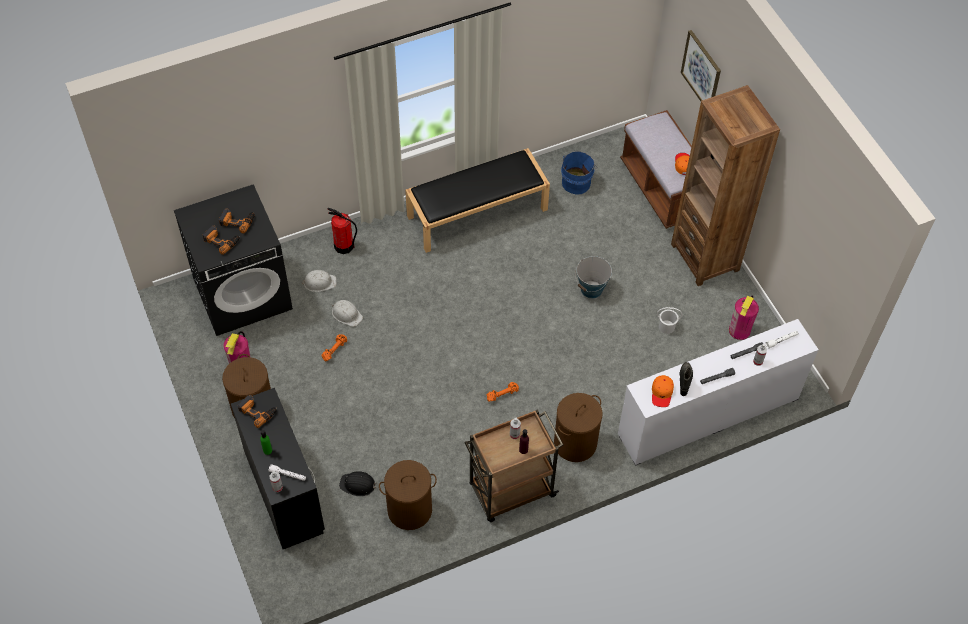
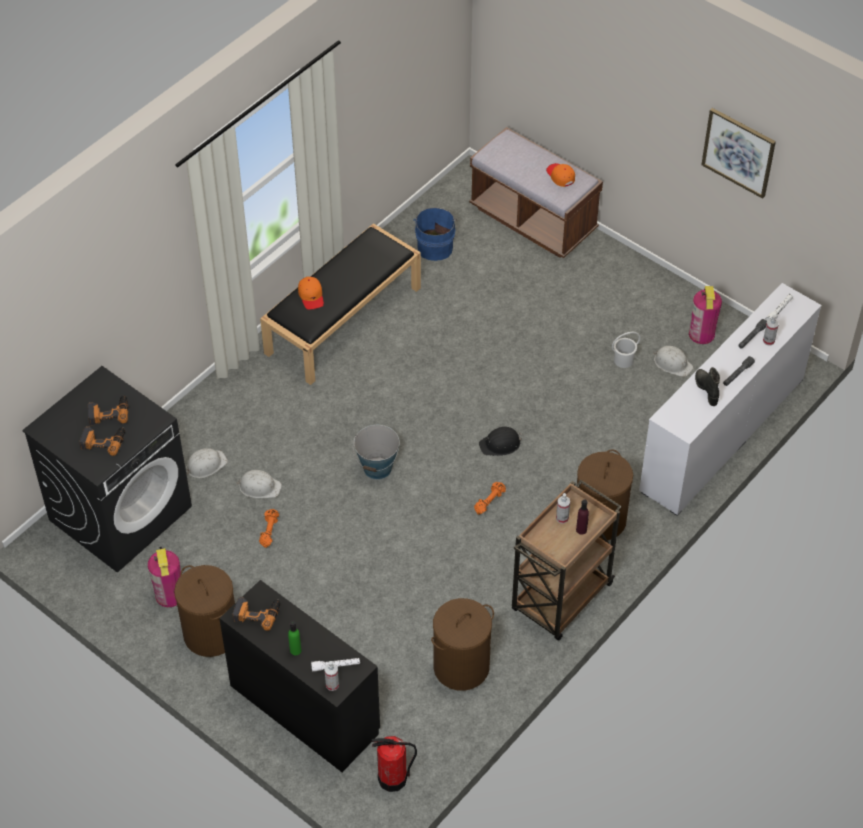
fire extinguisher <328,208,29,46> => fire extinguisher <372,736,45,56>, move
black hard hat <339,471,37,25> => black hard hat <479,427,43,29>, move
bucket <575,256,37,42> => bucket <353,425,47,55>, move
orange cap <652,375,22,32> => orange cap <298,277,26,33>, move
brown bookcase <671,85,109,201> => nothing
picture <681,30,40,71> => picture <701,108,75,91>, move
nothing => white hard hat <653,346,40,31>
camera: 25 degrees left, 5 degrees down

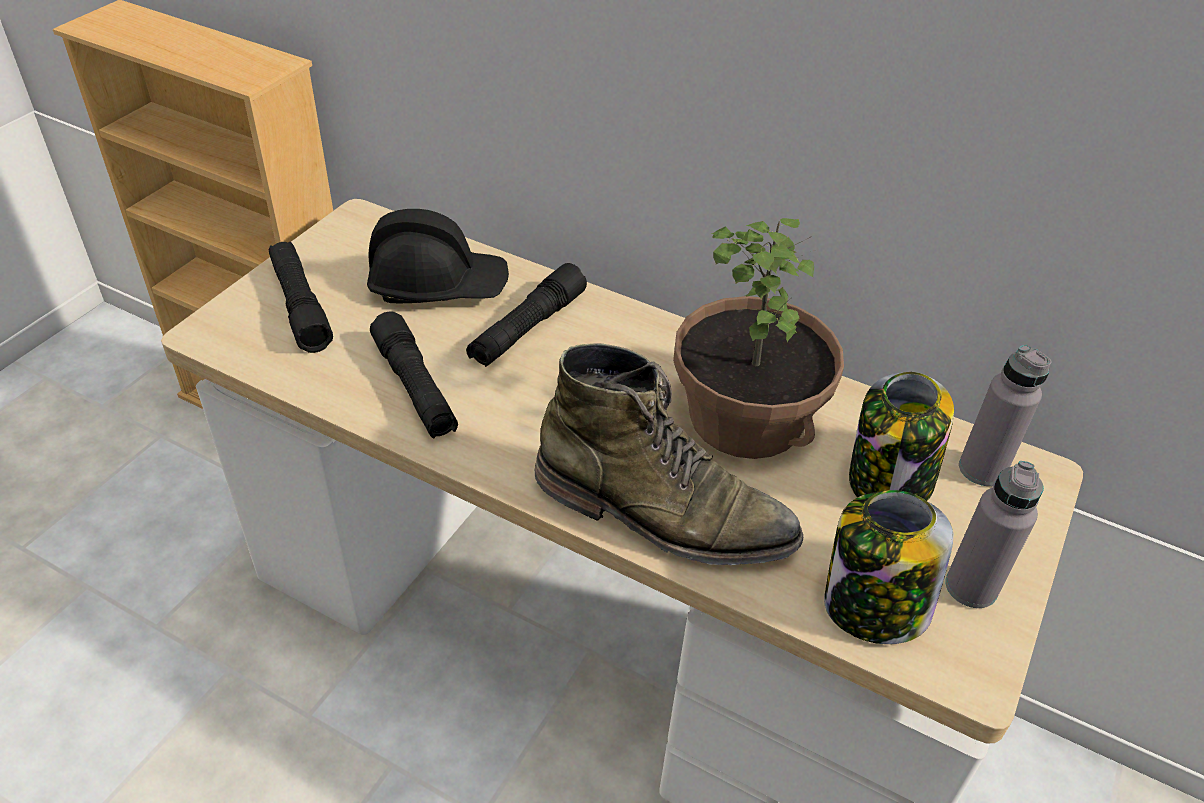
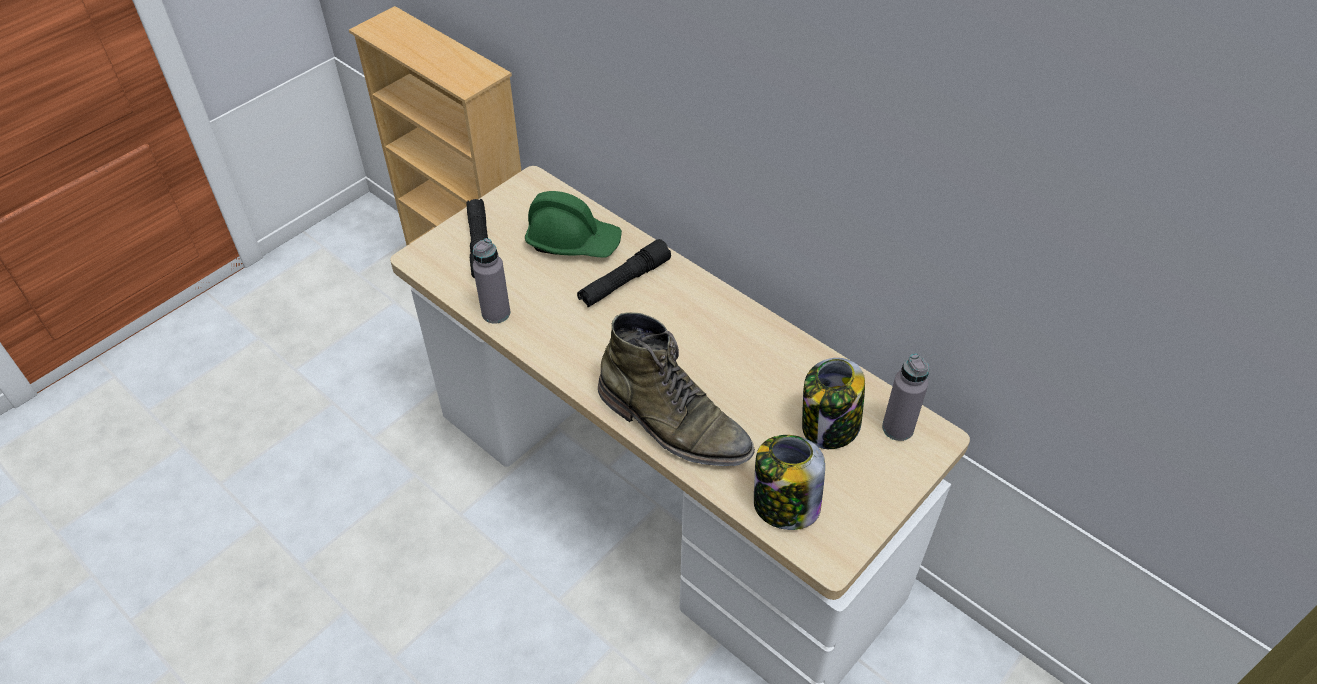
black hard hat <367,209,142,94> => green hard hat <525,191,97,67>
black flashlight <370,311,88,127> => nothing
potted plant <673,218,171,241> => nothing
grey bottle <945,461,99,147> => grey bottle <473,238,37,86>, move
camera: 15 degrees right, 5 degrees up

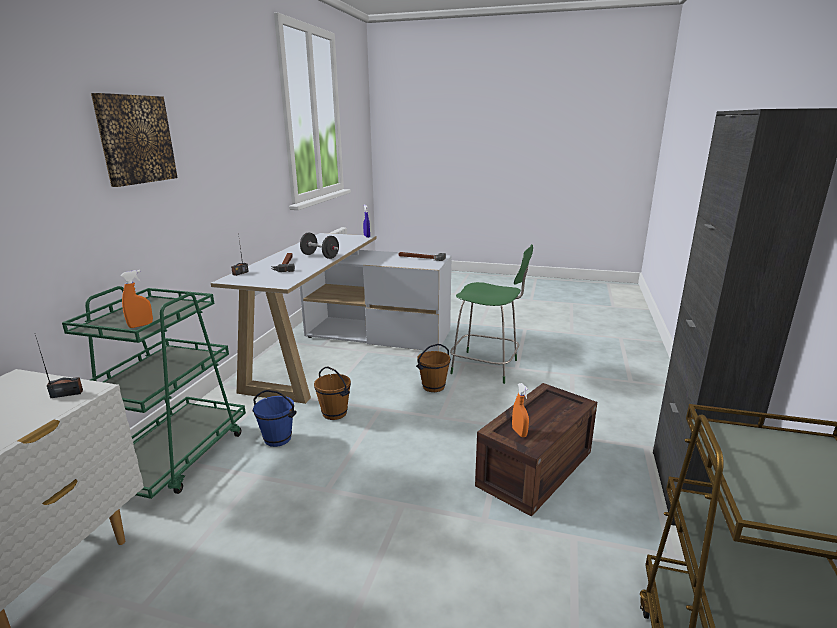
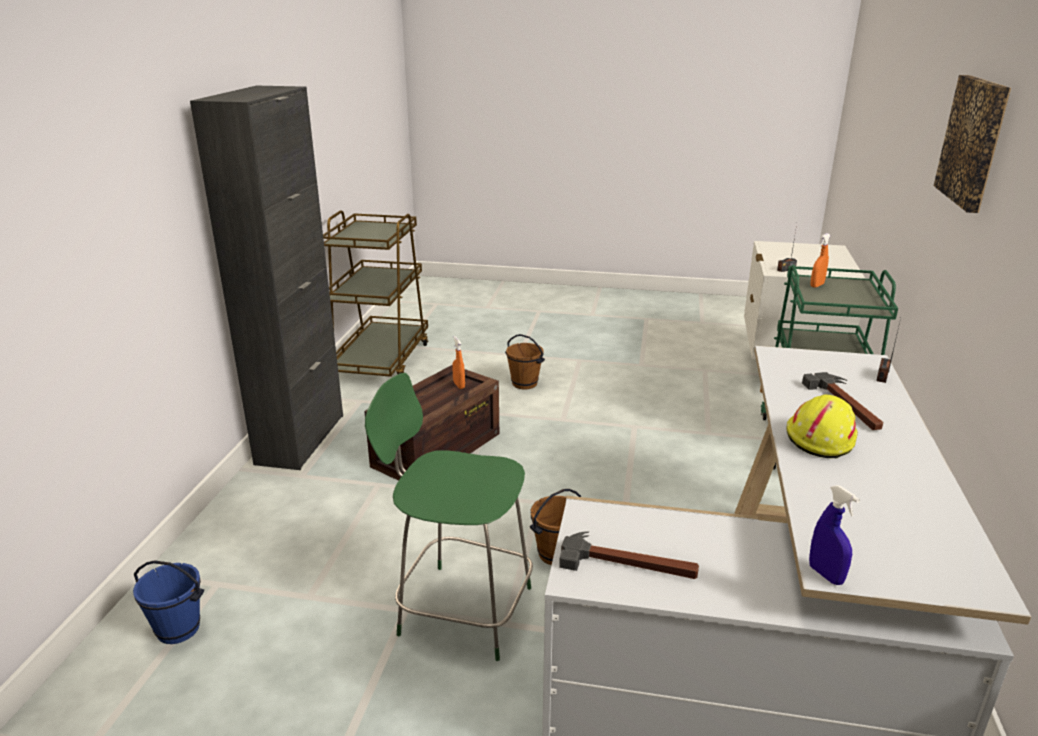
blue bucket <252,390,45,57> => blue bucket <133,560,71,84>, move
black dumbbell <300,233,39,26> => yellow hard hat <787,395,71,63>
brown bucket <314,367,37,53> => brown bucket <505,334,40,55>, move
camera: 175 degrees right, 5 degrees up

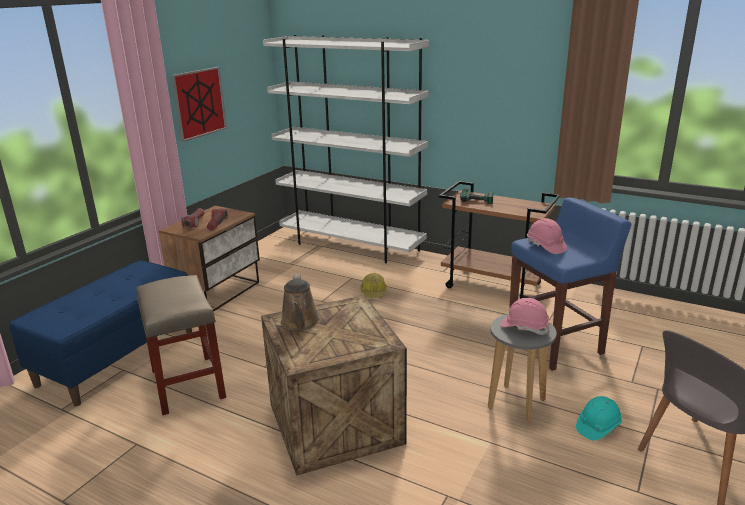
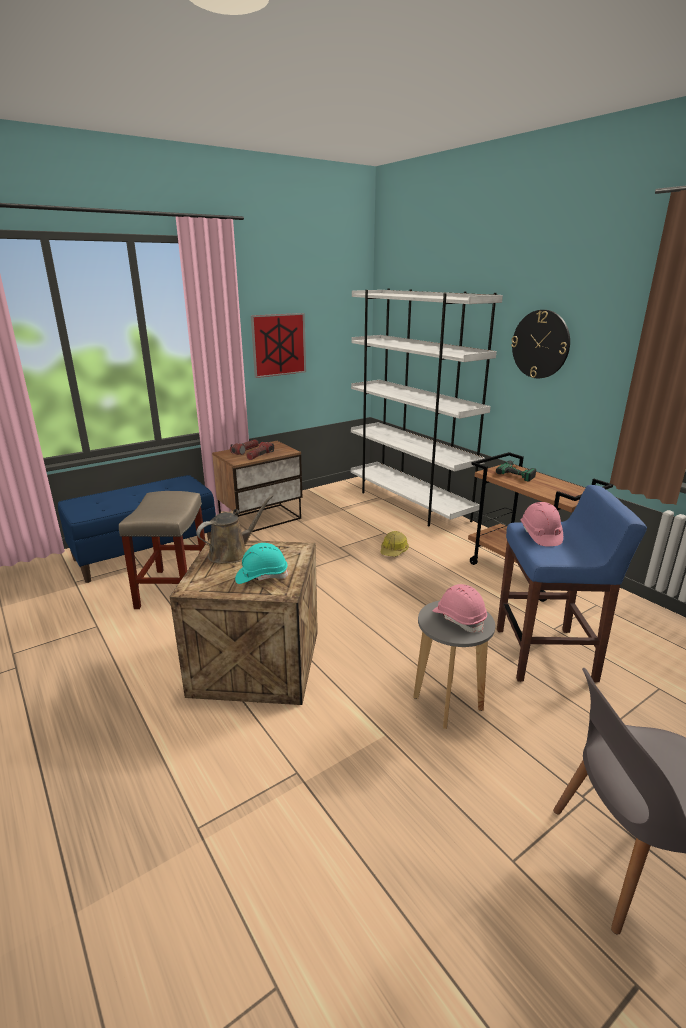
brown watering can <281,274,38,57> => brown watering can <196,495,77,69>, 150 degrees counterclockwise
turquoise hard hat <576,396,46,44> => turquoise hard hat <235,543,53,41>, move
nothing => wall clock <511,310,59,68>
camera: 25 degrees right, 0 degrees up

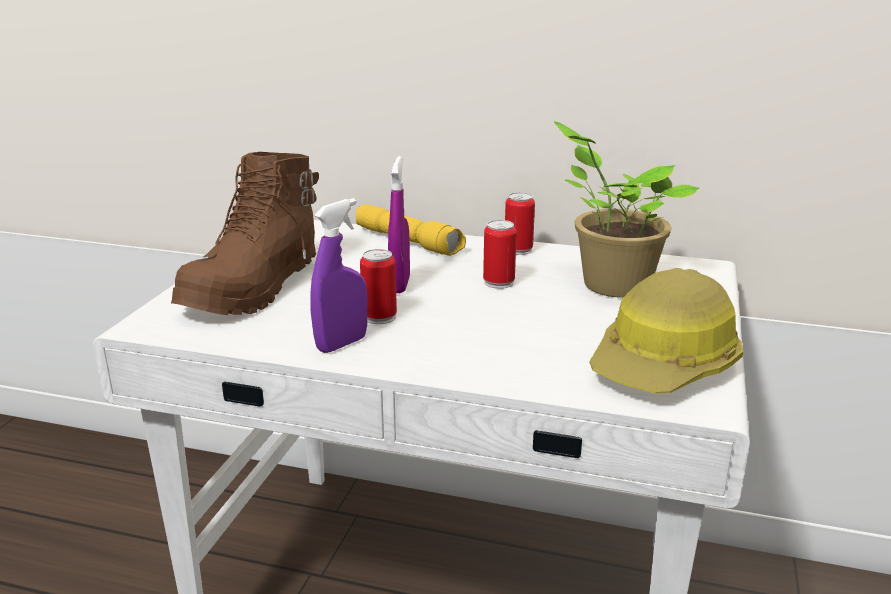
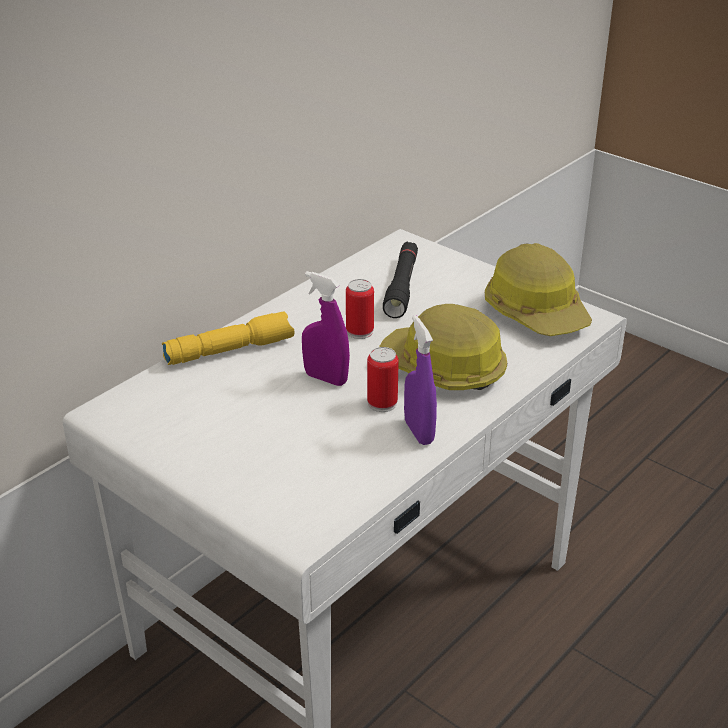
brown boot <171,152,148,163> => nothing
can <505,192,30,63> => nothing
potted plant <554,121,145,177> => black flashlight <383,242,35,76>
nothing => hard hat <379,304,128,86>
camera: 65 degrees left, 10 degrees up

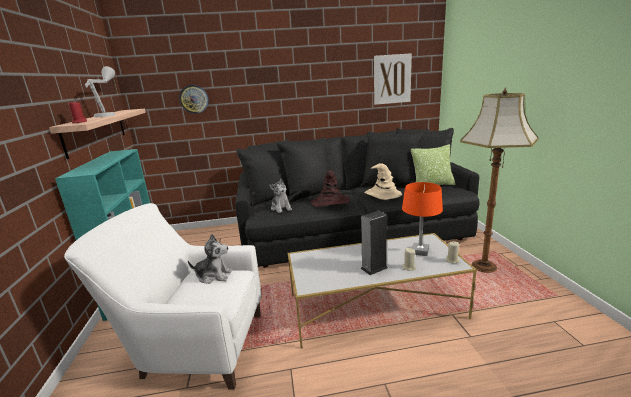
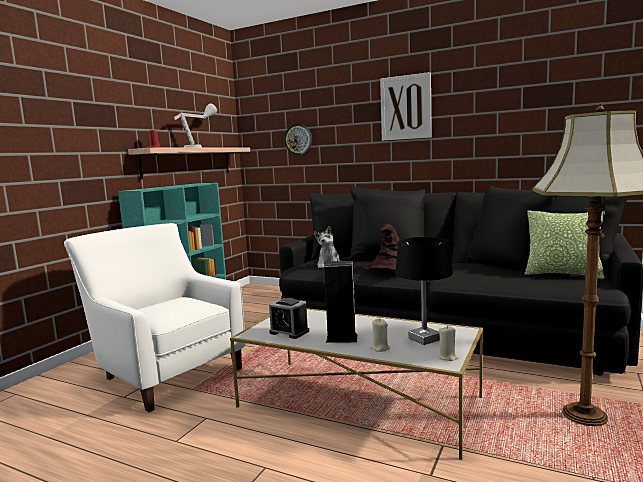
plush toy <188,234,44,50> => nothing
beige hat <364,163,38,37> => nothing
picture <374,53,38,52> => picture <380,72,52,69>, move
orange table lamp <402,182,41,74> => black table lamp <395,237,58,108>
nothing => alarm clock <269,298,40,41>
camera: 35 degrees right, 10 degrees down

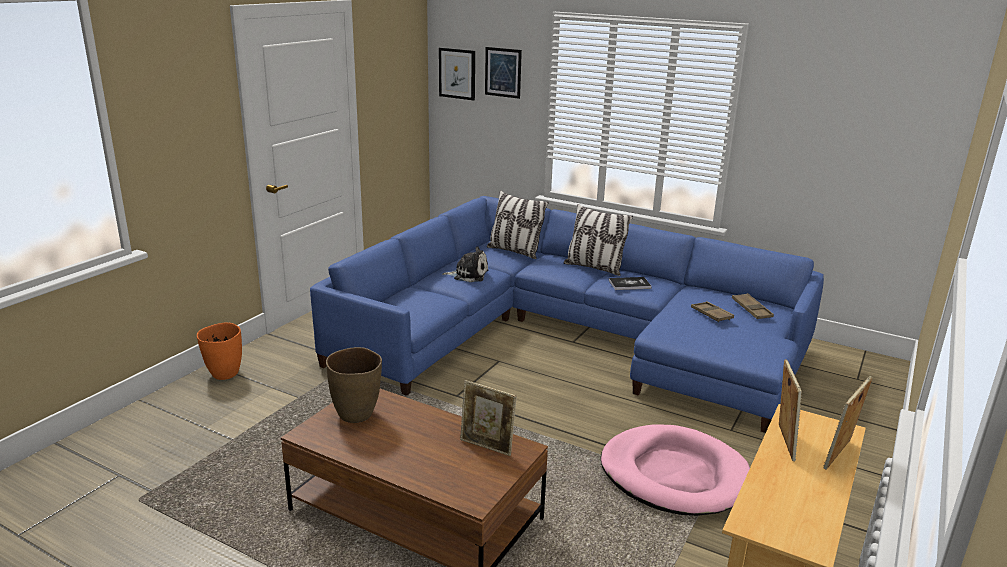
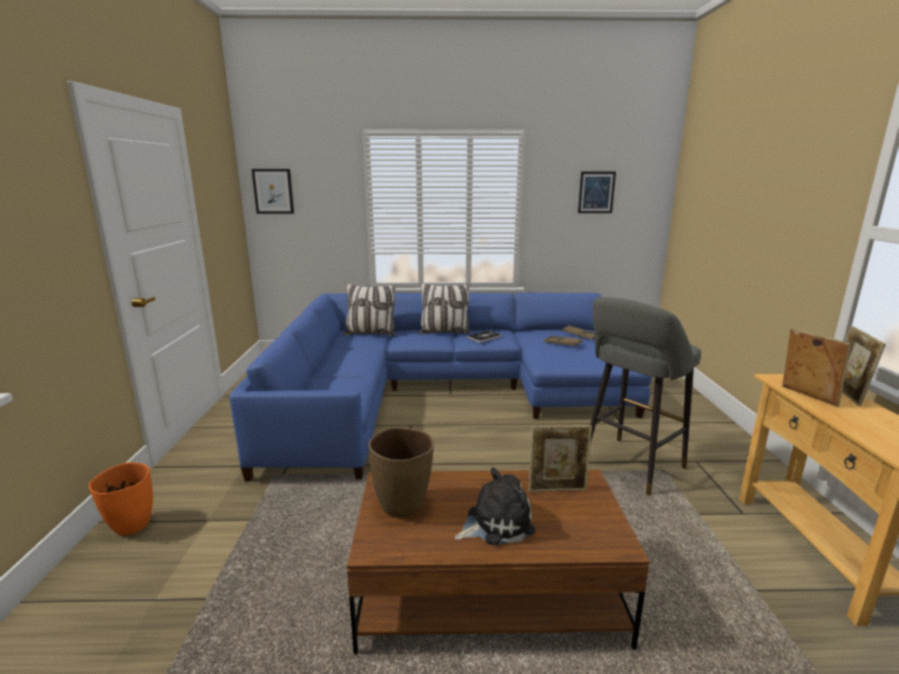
plush toy <442,246,46,36> => plush toy <455,467,81,78>, move
picture <485,47,37,52> => picture <578,172,38,41>, move
pink dog bed <601,425,149,91> => grey stool <590,297,111,198>
camera: 30 degrees left, 5 degrees down

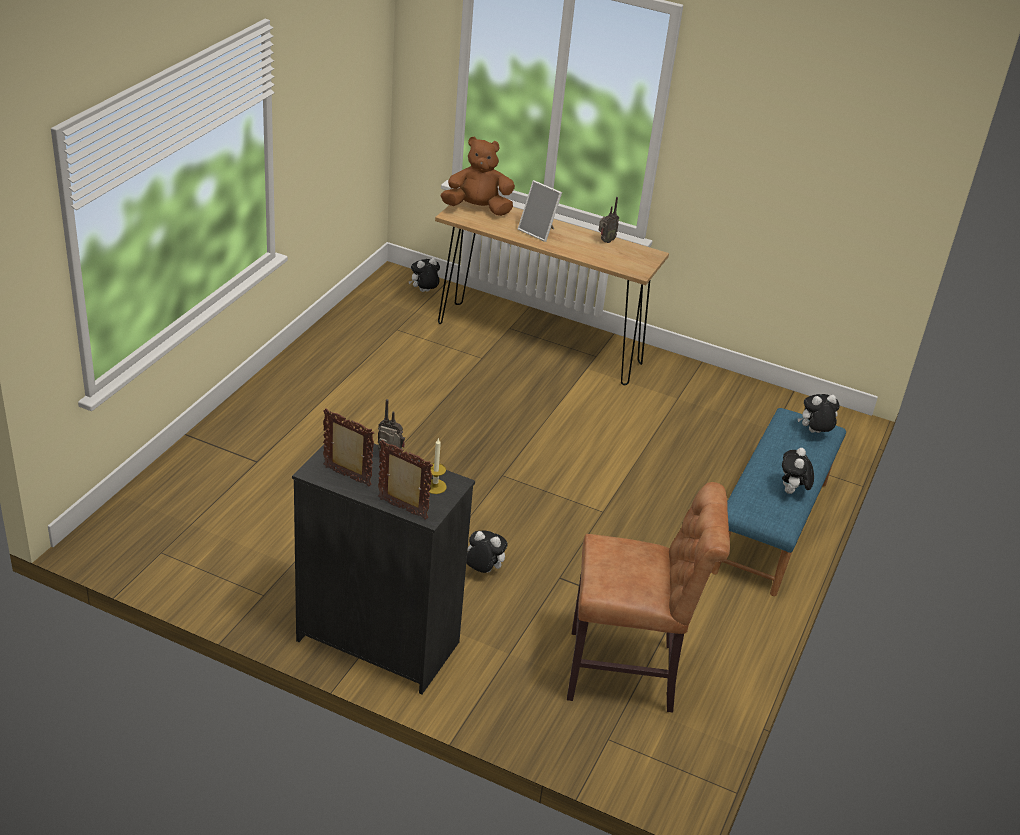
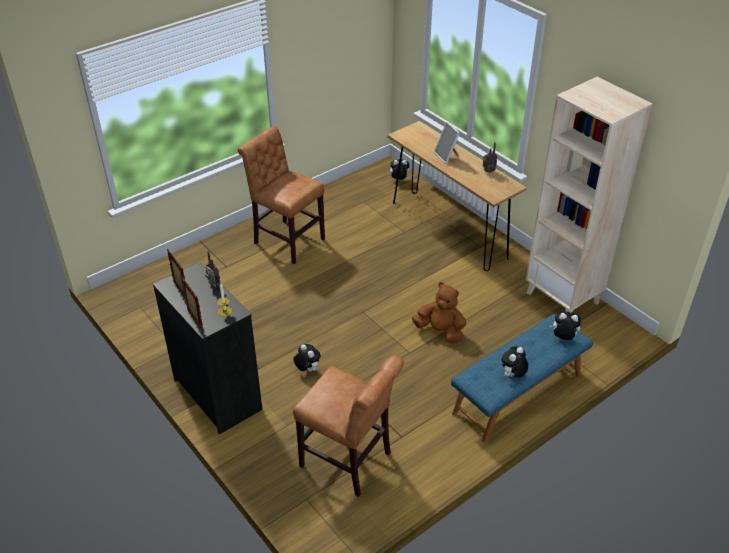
brown plush toy <441,137,74,79> => brown plush toy <412,282,54,61>, move
nothing => brown chair <238,127,87,137>
nothing => beige bookcase <526,77,127,235>
camera: 30 degrees right, 5 degrees up

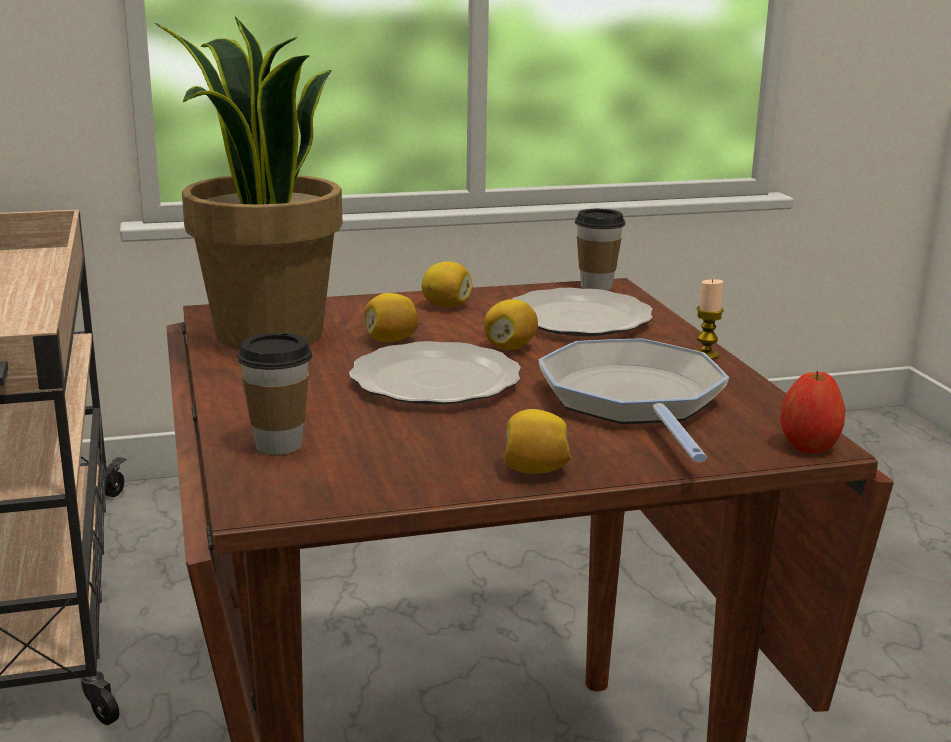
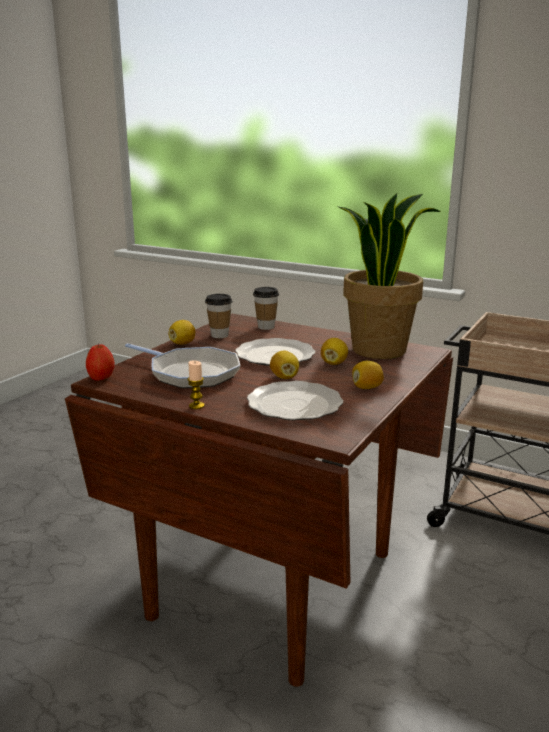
cup <575,209,51,81> => cup <205,294,28,44>, move
camera: 135 degrees right, 0 degrees up

